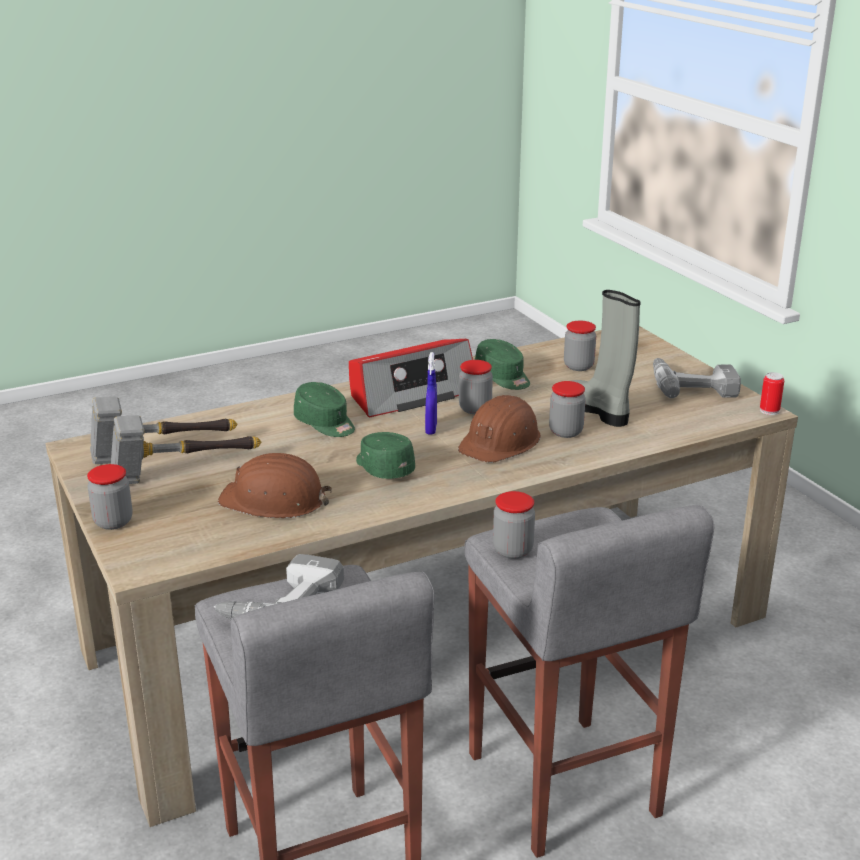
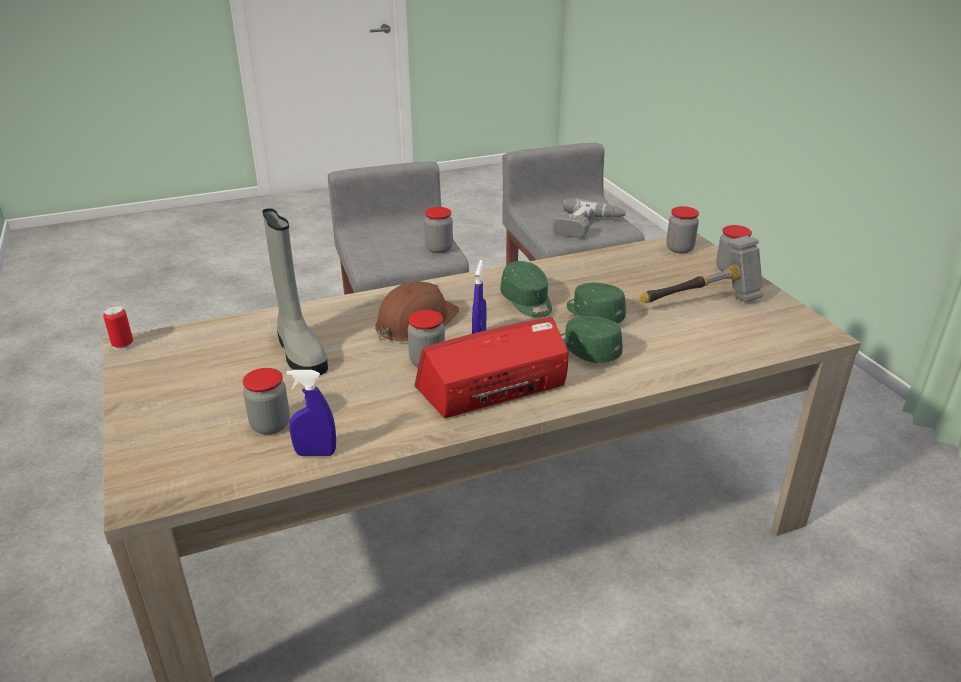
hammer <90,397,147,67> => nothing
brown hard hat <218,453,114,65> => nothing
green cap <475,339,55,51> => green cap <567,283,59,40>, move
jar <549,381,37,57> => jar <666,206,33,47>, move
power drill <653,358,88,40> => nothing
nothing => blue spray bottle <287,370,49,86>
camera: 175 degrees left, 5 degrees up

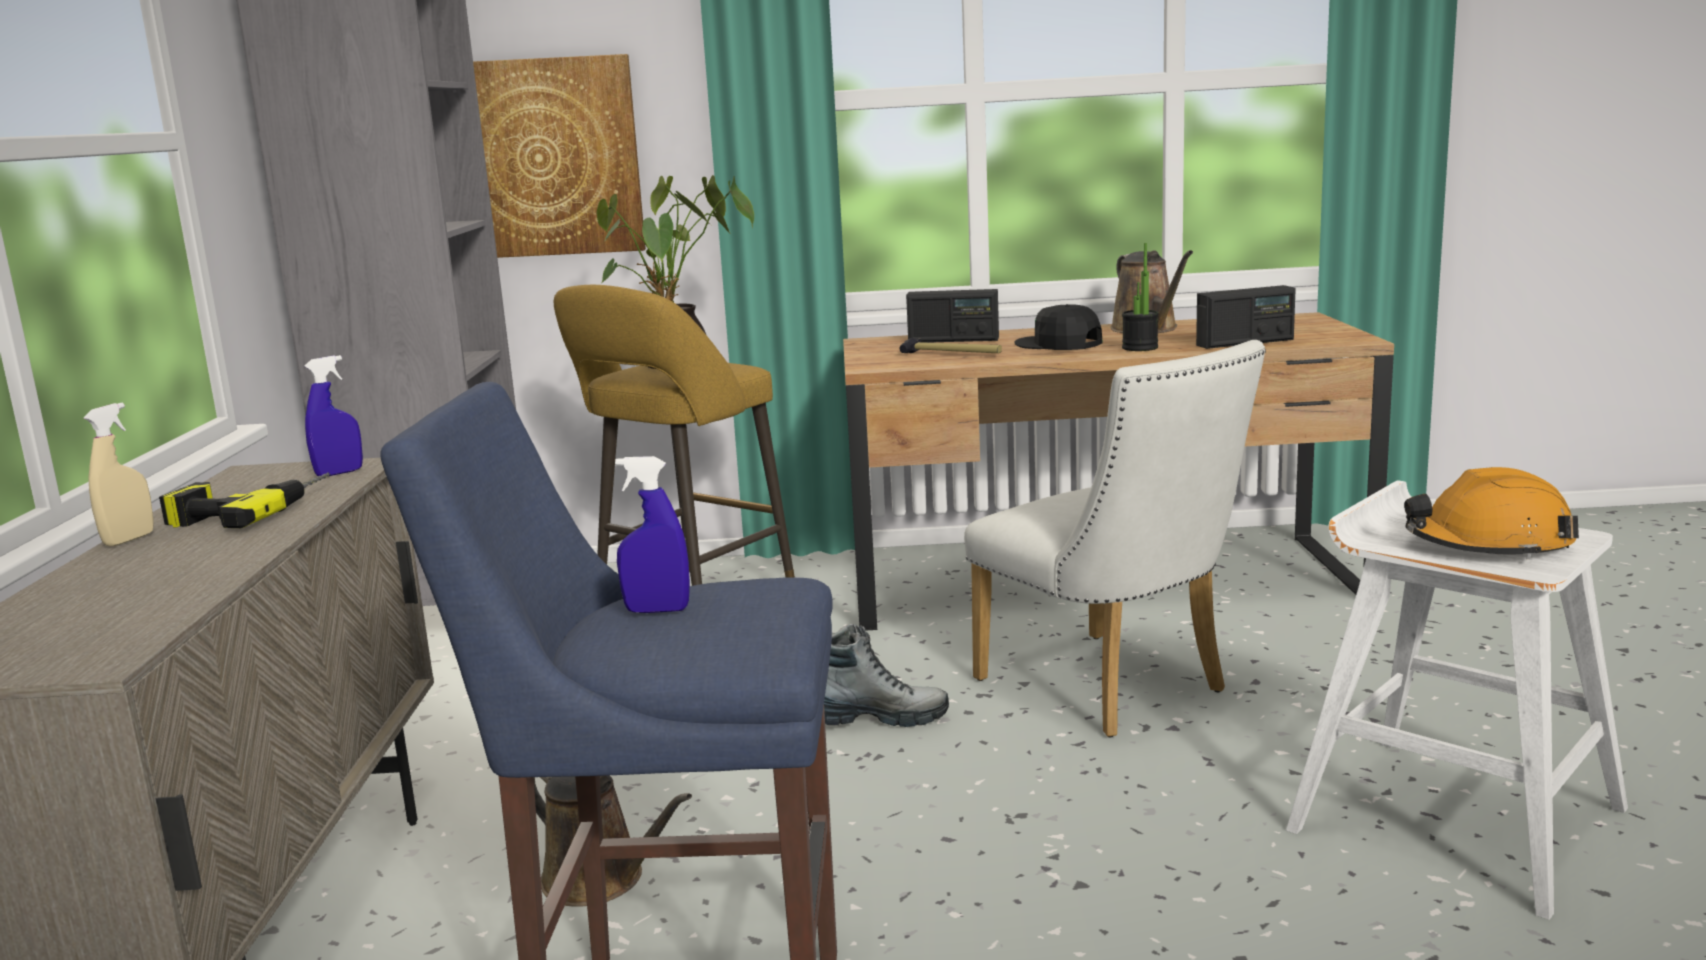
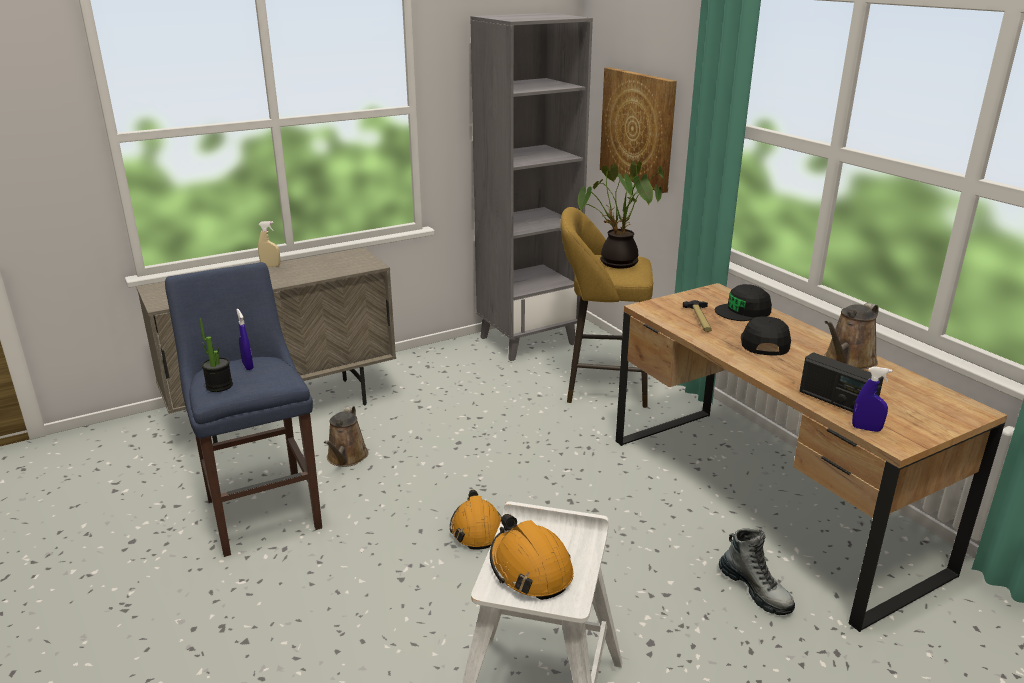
power drill <159,472,171,56> => nothing
blue spray bottle <304,355,59,121> => blue spray bottle <852,366,40,66>, move
boot <824,624,125,103> => boot <719,528,76,87>, move
radio <906,289,93,54> => black cap <715,284,57,37>
white chair <964,340,302,397> => nothing
potted plant <1122,243,37,108> => potted plant <199,318,34,74>, move
nothing => orange hard hat <450,490,52,60>
camera: 60 degrees right, 10 degrees up

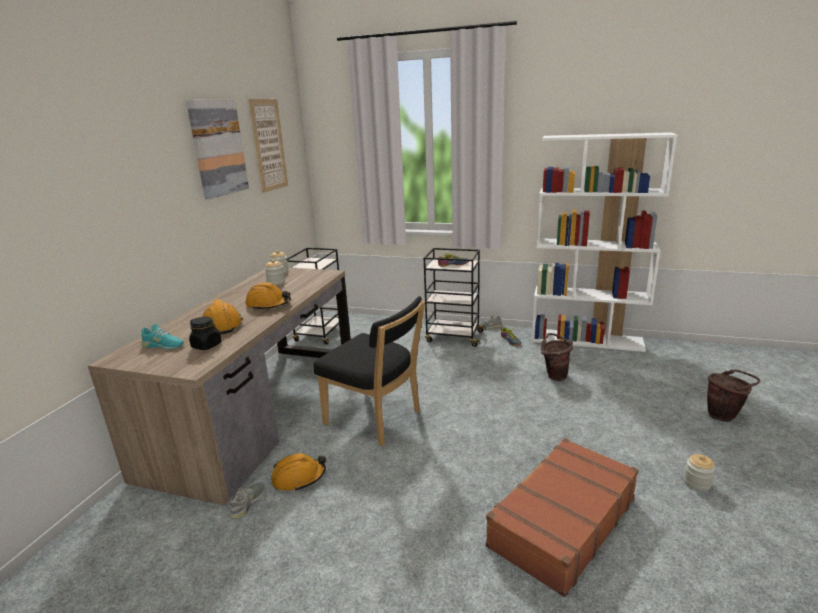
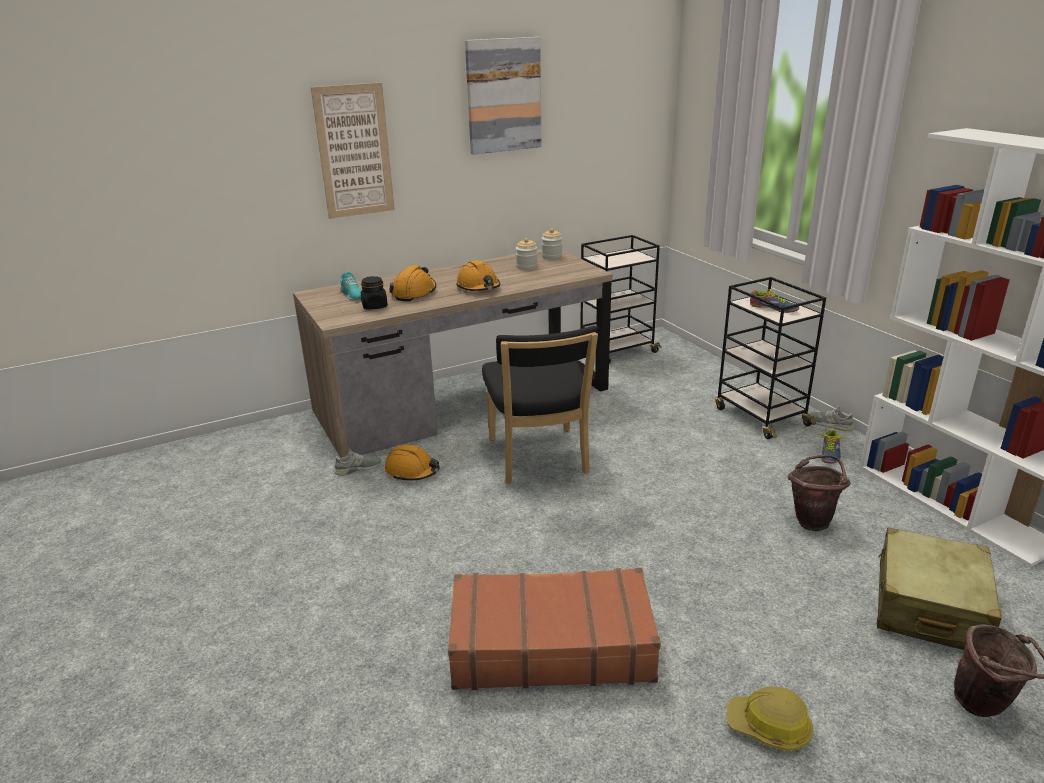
picture <248,99,40,94> => picture <311,82,84,137>, move
jar <684,454,31,37> => hard hat <726,686,88,65>
nothing => beige suitcase <877,527,125,123>
camera: 45 degrees right, 5 degrees up

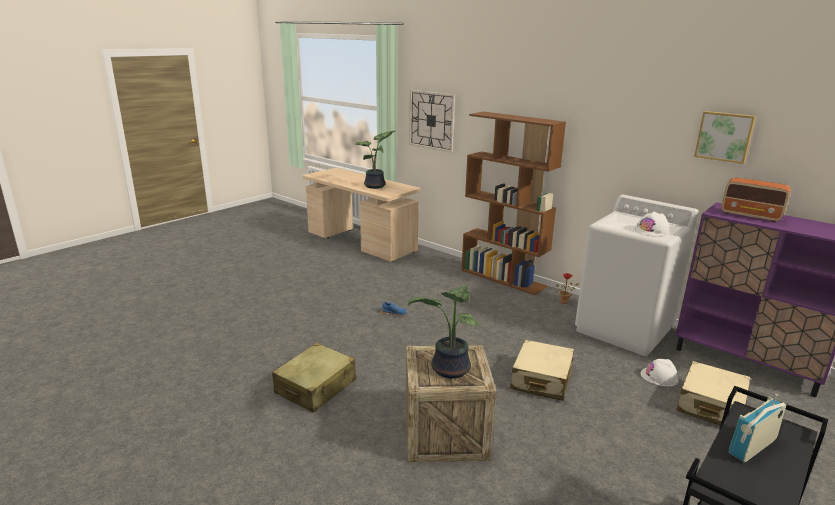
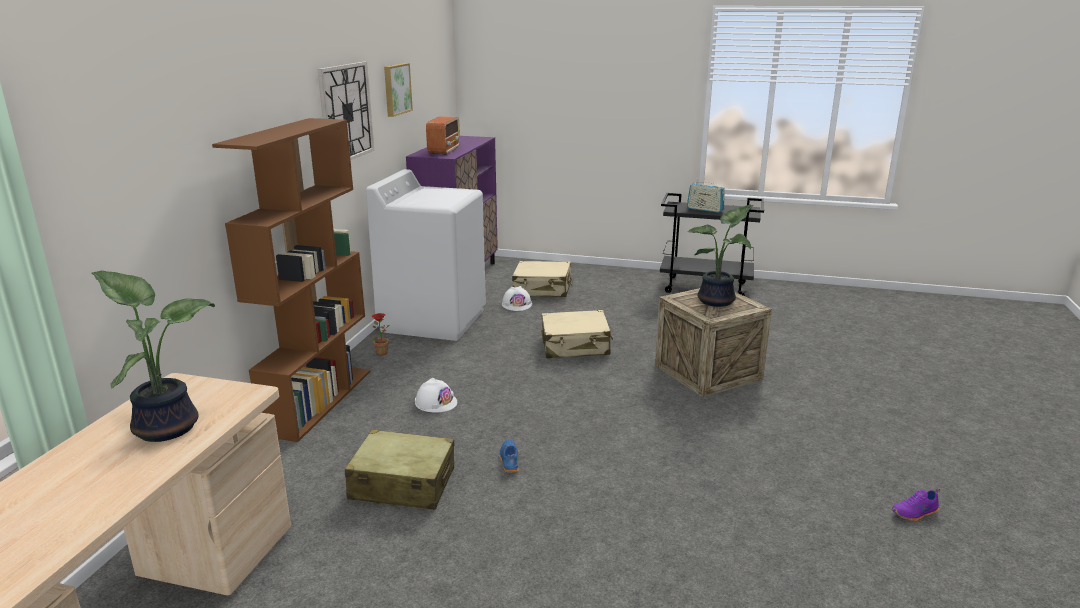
beige suitcase <272,343,84,70> => beige suitcase <345,429,109,81>, move
wall clock <409,90,46,63> => wall clock <317,62,57,98>, move
white hard hat <635,211,34,25> => white hard hat <415,378,42,35>, move
nothing => purple shoe <892,488,48,33>
camera: 115 degrees left, 0 degrees up

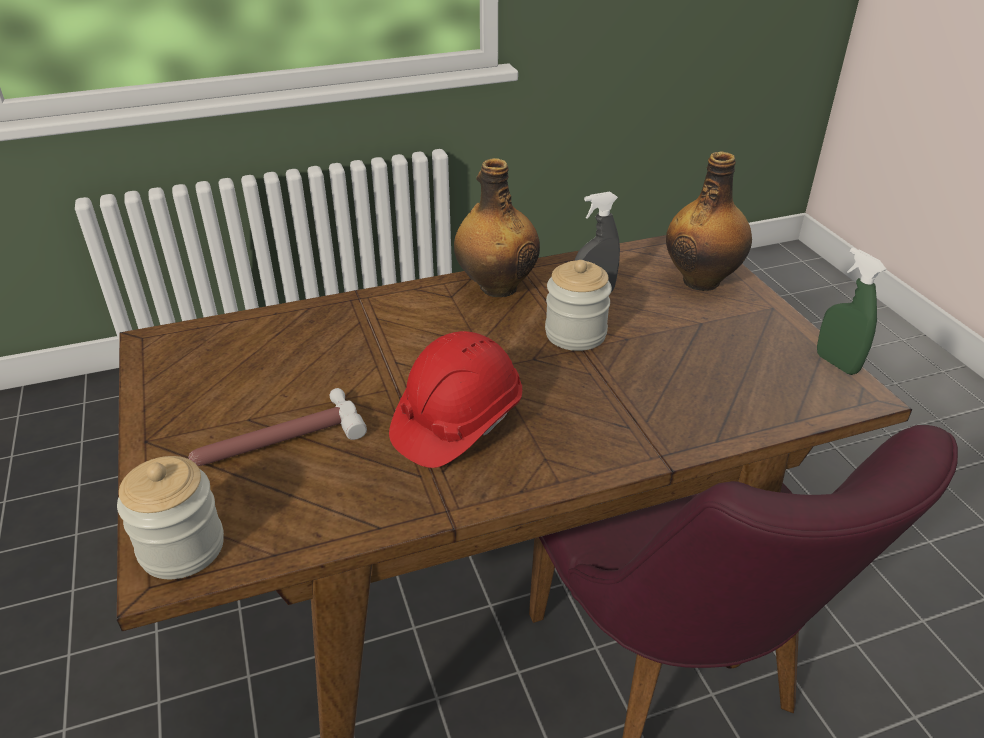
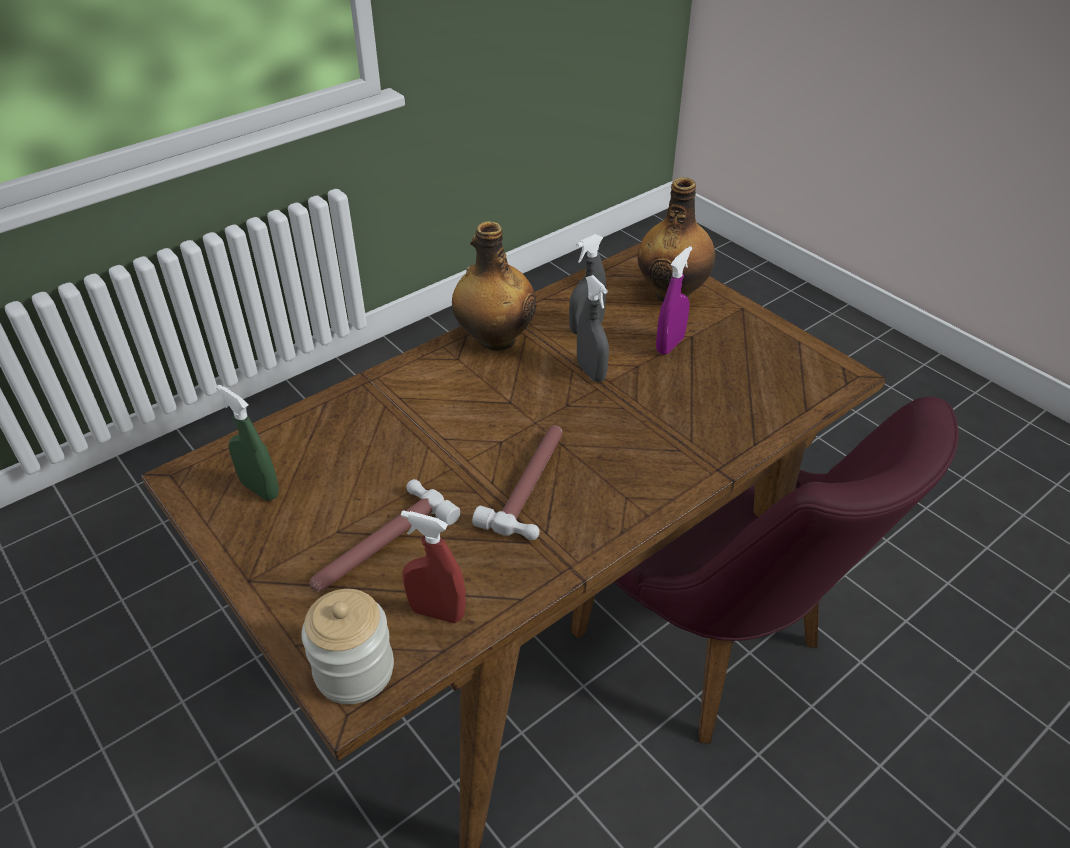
red hard hat <389,331,133,137> => hammer <472,425,90,115>
jar <545,260,67,91> => grey spray bottle <577,275,32,107>
green spray bottle <817,248,69,127> => green spray bottle <216,385,63,116>, move
nothing => red spray bottle <401,510,65,113>
nothing => purple spray bottle <656,246,36,109>
camera: 20 degrees left, 5 degrees up

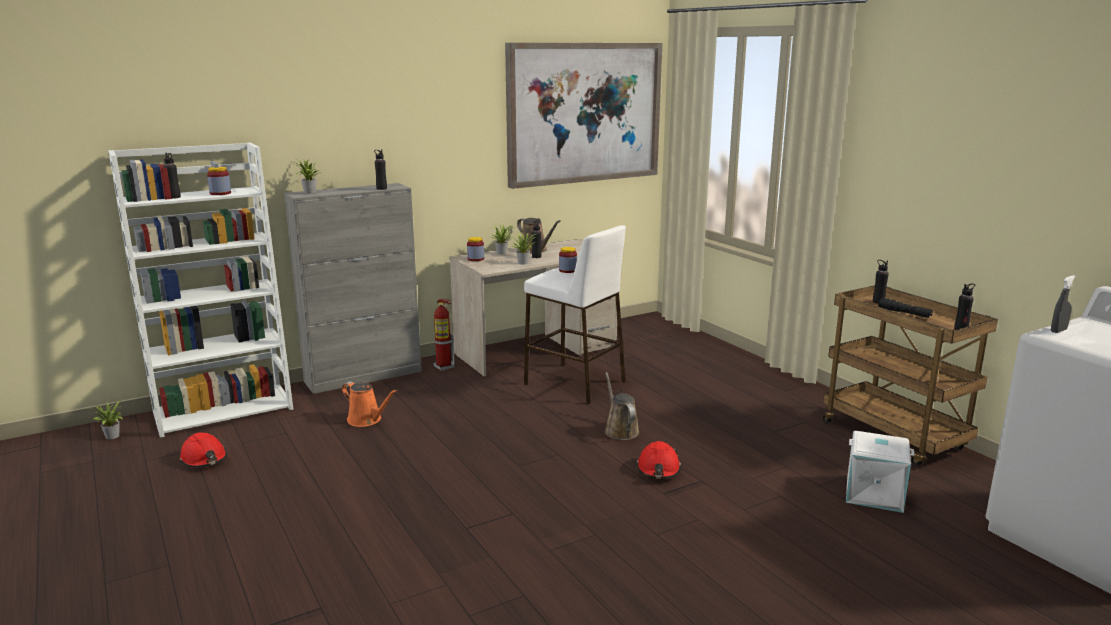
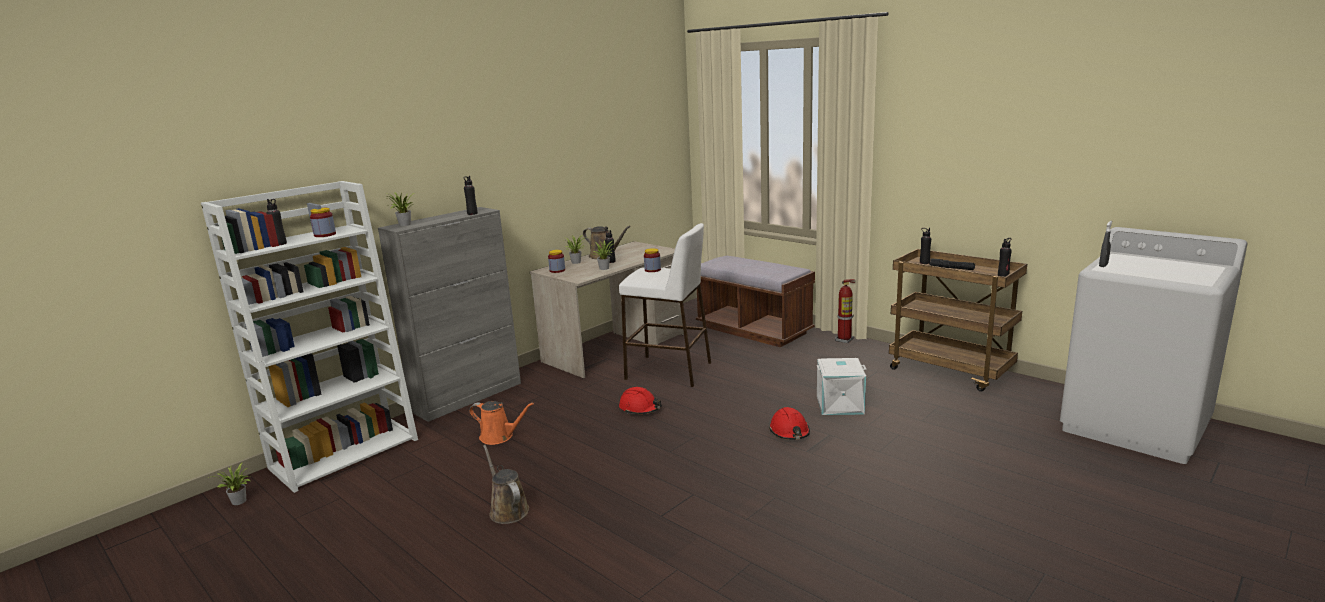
red hard hat <179,432,48,36> => red hard hat <619,387,43,27>, move
fire extinguisher <433,299,22,72> => fire extinguisher <835,279,20,64>, move
picture <505,43,157,146> => nothing
brown watering can <605,372,34,68> => brown watering can <483,445,46,79>, move
white storage box <846,431,69,82> => white storage box <817,358,50,57>, move
nothing => brown bench <696,256,119,91>
camera: 15 degrees left, 0 degrees up

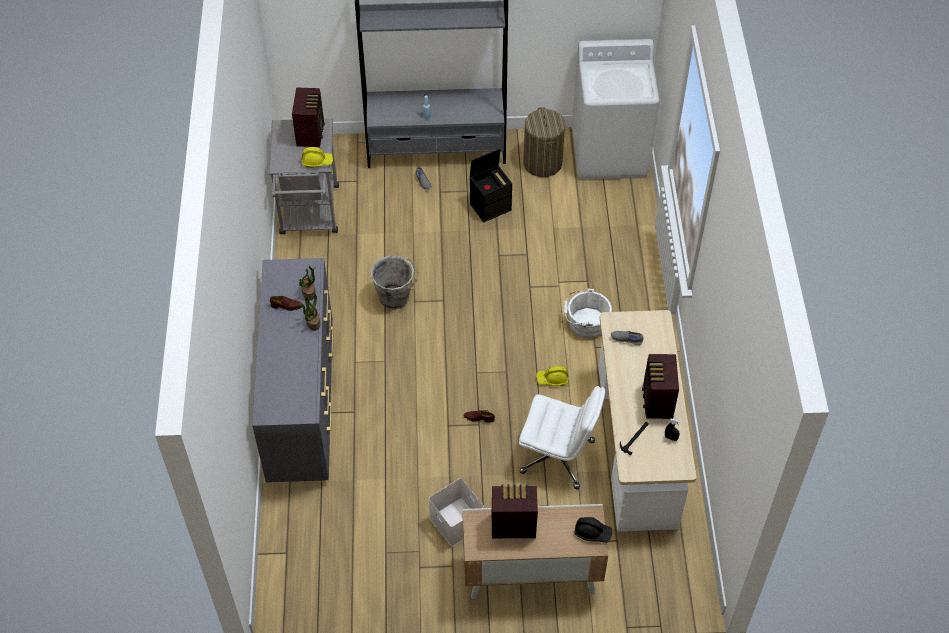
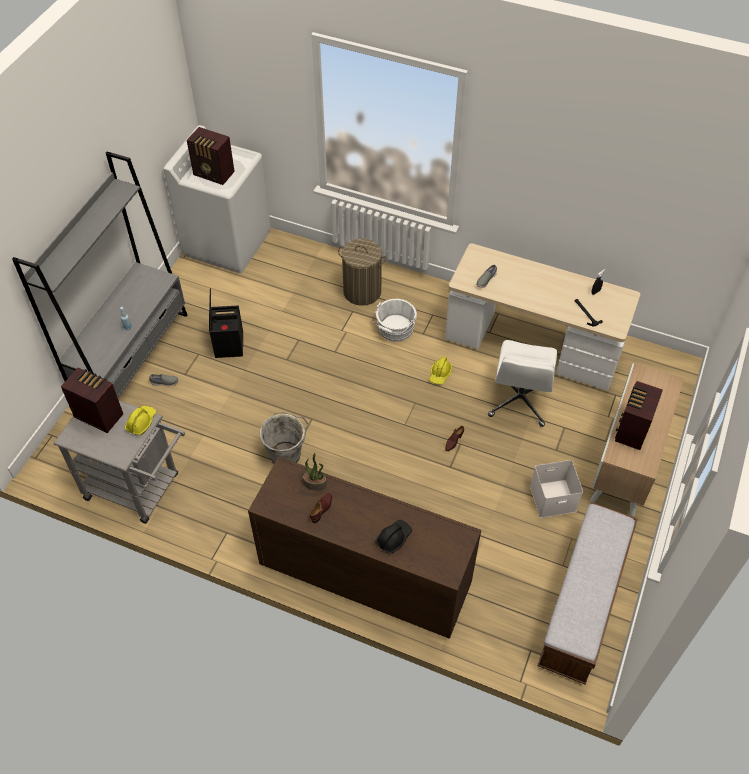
grey dresser <252,258,82,225> => brown dresser <248,457,233,182>
potted plant <299,293,21,38> => nothing
white office chair <519,386,86,103> => white office chair <488,340,69,87>, 150 degrees clockwise
laundry basket <523,107,42,70> => laundry basket <338,238,48,68>, move
black hard hat <574,517,38,26> => black hard hat <375,520,37,34>, move
radio <642,354,37,65> => radio <187,127,48,58>, move
nothing => bench <537,502,101,183>
camera: 65 degrees left, 0 degrees up

